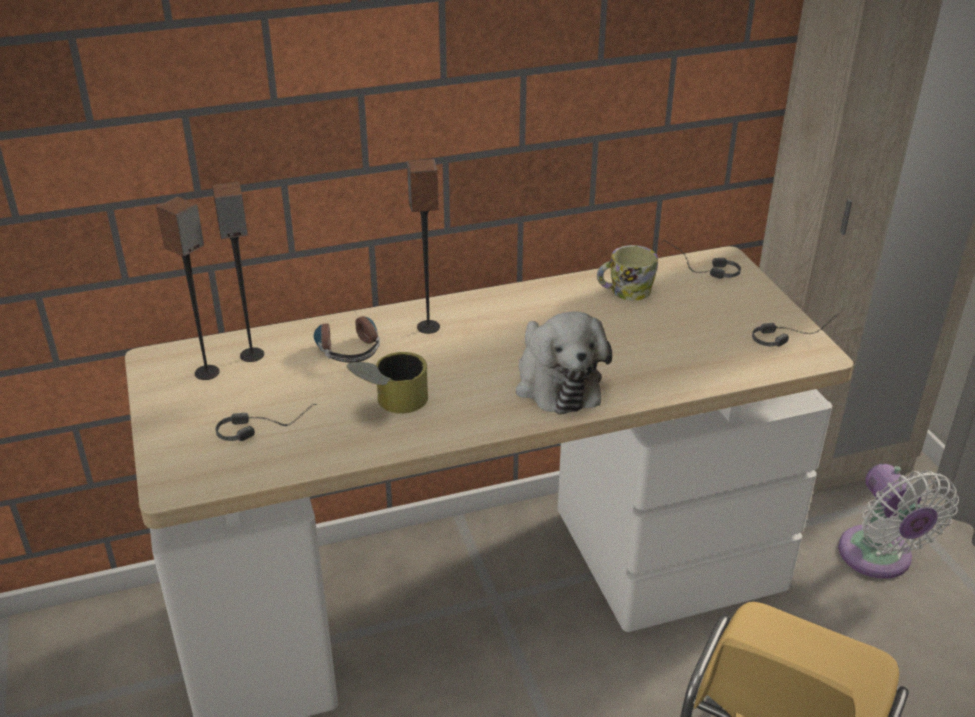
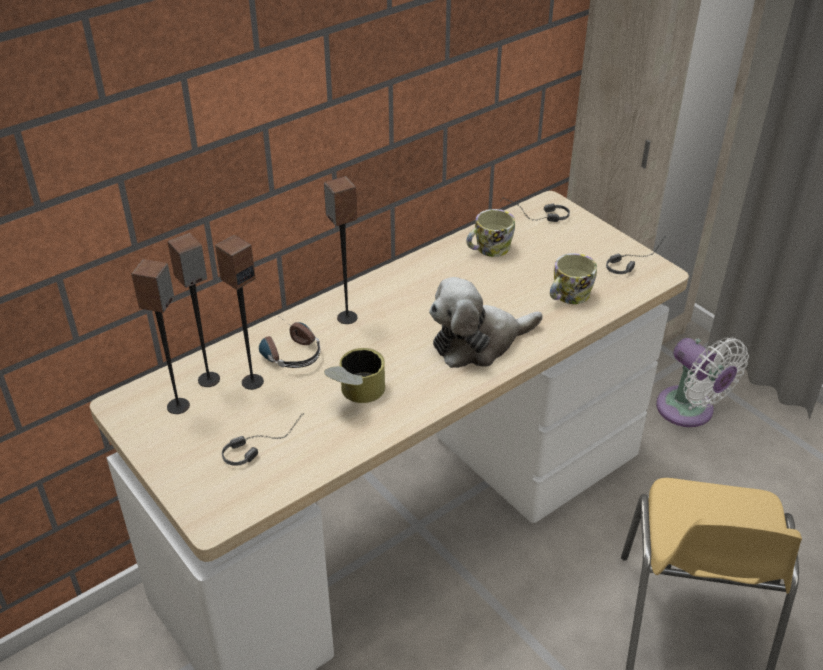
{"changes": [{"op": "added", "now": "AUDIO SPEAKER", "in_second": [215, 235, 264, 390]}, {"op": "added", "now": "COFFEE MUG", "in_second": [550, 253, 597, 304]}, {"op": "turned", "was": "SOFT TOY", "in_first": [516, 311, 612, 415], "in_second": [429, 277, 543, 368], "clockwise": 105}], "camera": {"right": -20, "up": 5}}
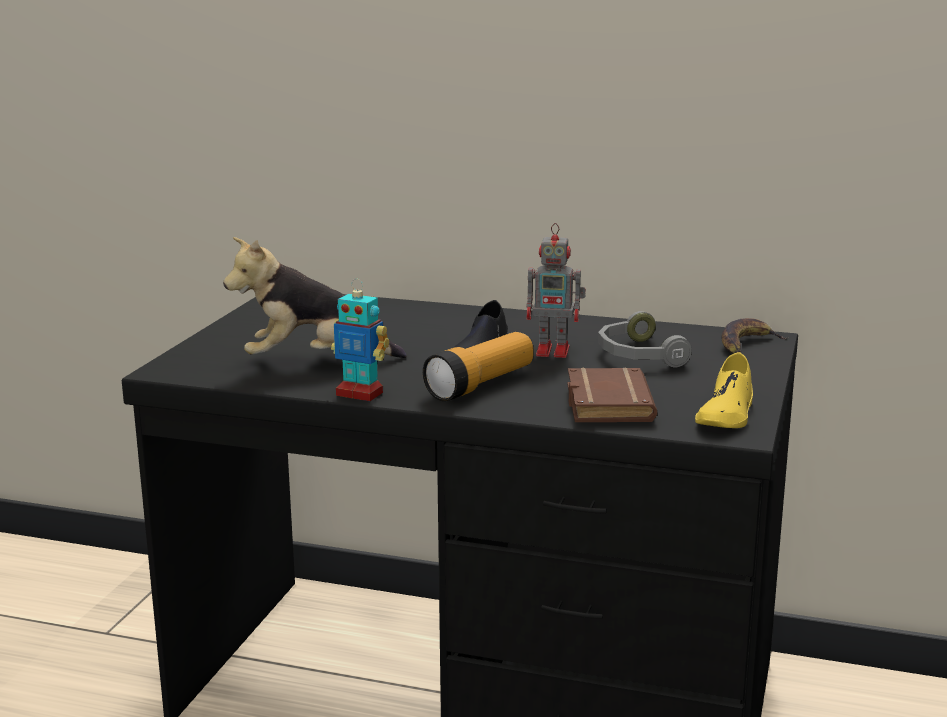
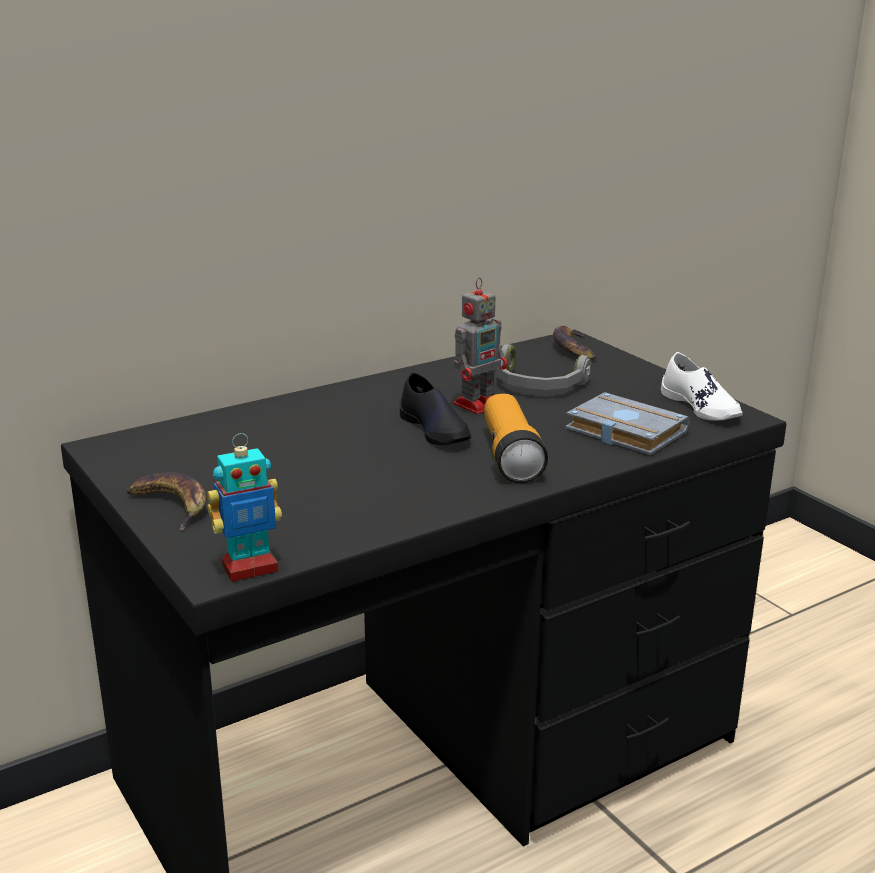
{"changes": [{"op": "removed", "was": "SOFT TOY", "in_first": [223, 237, 407, 358]}, {"op": "added", "now": "BANANA", "in_second": [127, 472, 207, 531]}, {"op": "moved", "was": "MODEL ROBOT", "in_first": [331, 279, 389, 401], "in_second": [207, 433, 282, 582]}, {"op": "recoloured", "was": "BROWNISH BOUND BOOK", "now": "GREY BOUND BOOK", "in_first": [567, 368, 657, 422], "in_second": [565, 392, 690, 455]}, {"op": "recoloured", "was": "YELLOWISH LOW SHOE", "now": "WHITE-COLOURED LOW SHOE", "in_first": [695, 352, 753, 428], "in_second": [661, 352, 743, 420]}], "camera": {"right": -50, "up": 5}}
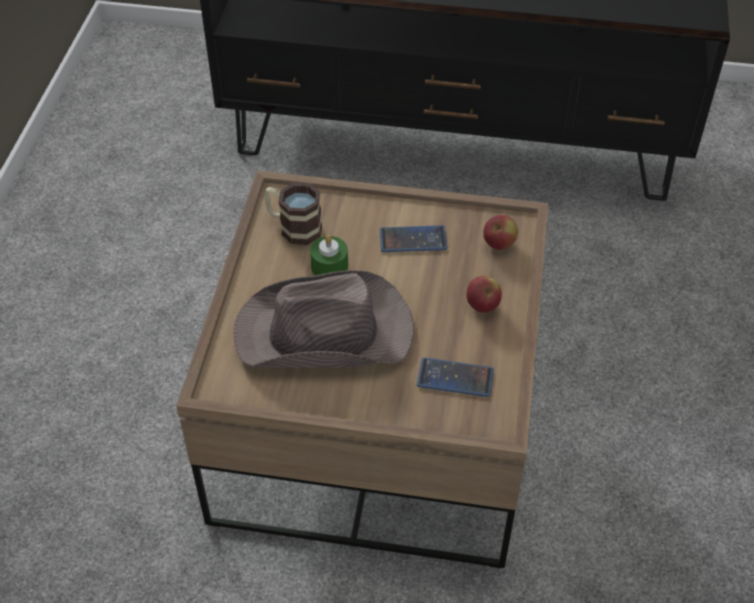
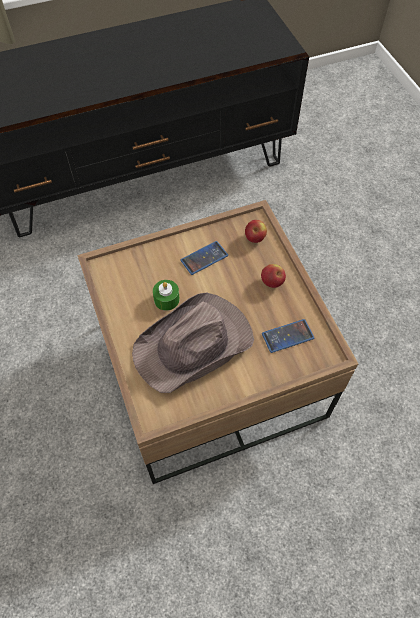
{"changes": [{"op": "removed", "was": "COFFEE MUG", "in_first": [264, 183, 322, 245]}], "camera": {"right": -30, "up": 10}}
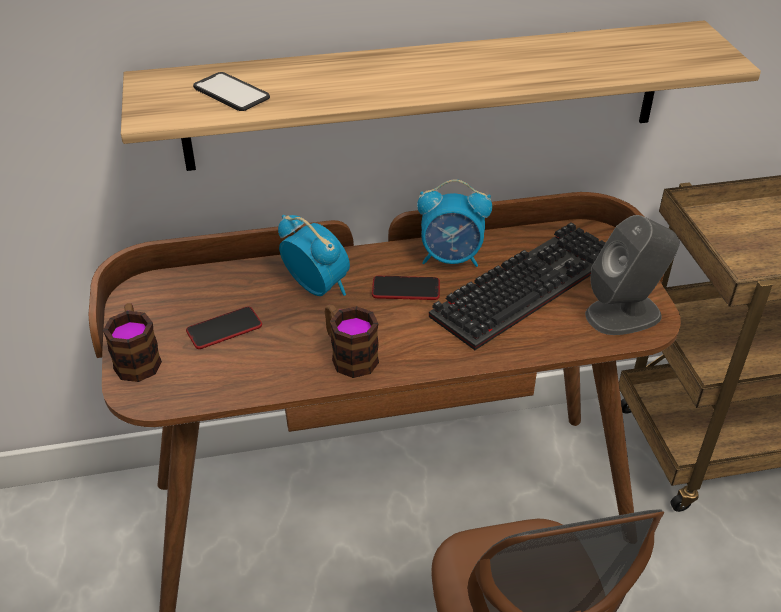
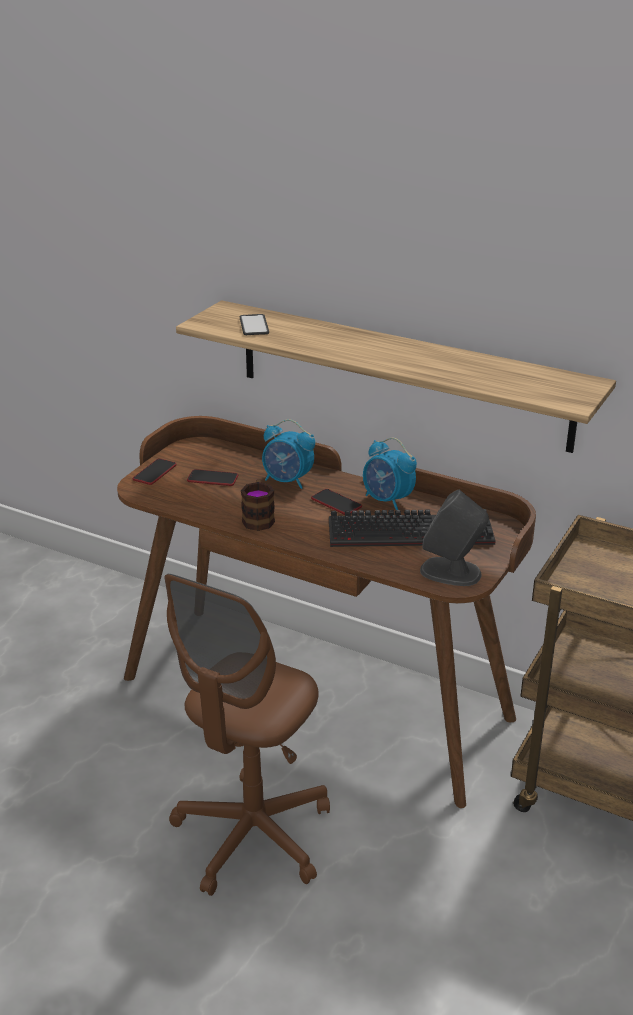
{"changes": [{"op": "replaced", "was": "COFFEE MUG", "now": "PHONE", "in_first": [103, 303, 162, 382], "in_second": [133, 458, 177, 485]}, {"op": "turned", "was": "ALARM CLOCK", "in_first": [278, 215, 350, 296], "in_second": [262, 419, 315, 489], "clockwise": 120}], "camera": {"right": 40, "up": -10}}
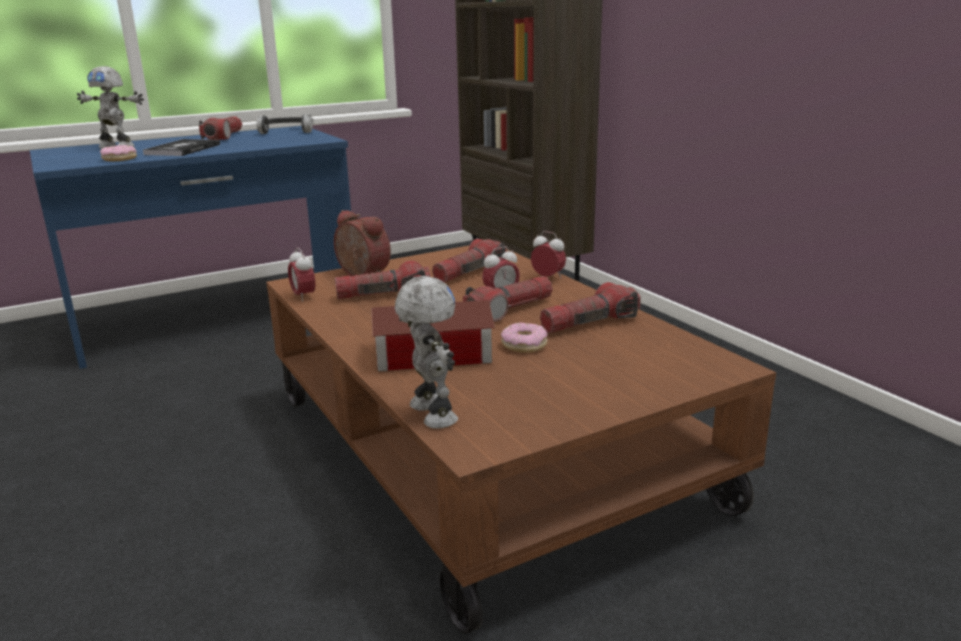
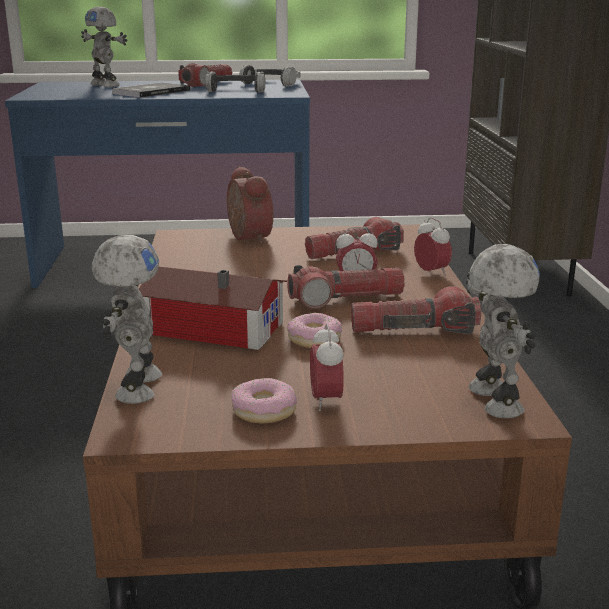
{"changes": [{"op": "removed", "was": "FLASHLIGHT", "in_first": [335, 261, 431, 299]}, {"op": "added", "now": "PAIR OF HEADPHONES", "in_second": [205, 72, 265, 92]}, {"op": "added", "now": "MODEL ROBOT", "in_second": [466, 244, 540, 418]}, {"op": "moved", "was": "RING DOUGHNUT", "in_first": [100, 145, 137, 161], "in_second": [231, 378, 297, 423]}, {"op": "moved", "was": "ALARM CLOCK", "in_first": [288, 247, 315, 302], "in_second": [310, 323, 344, 411]}], "camera": {"right": 25, "up": 0}}
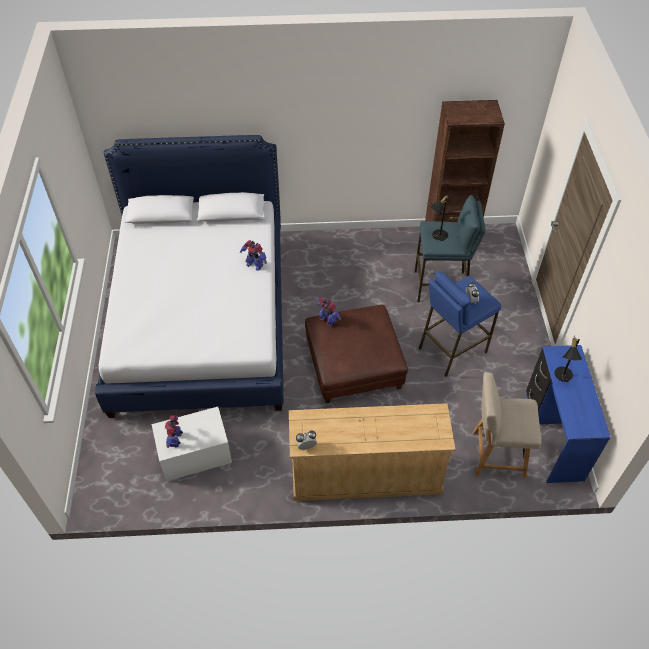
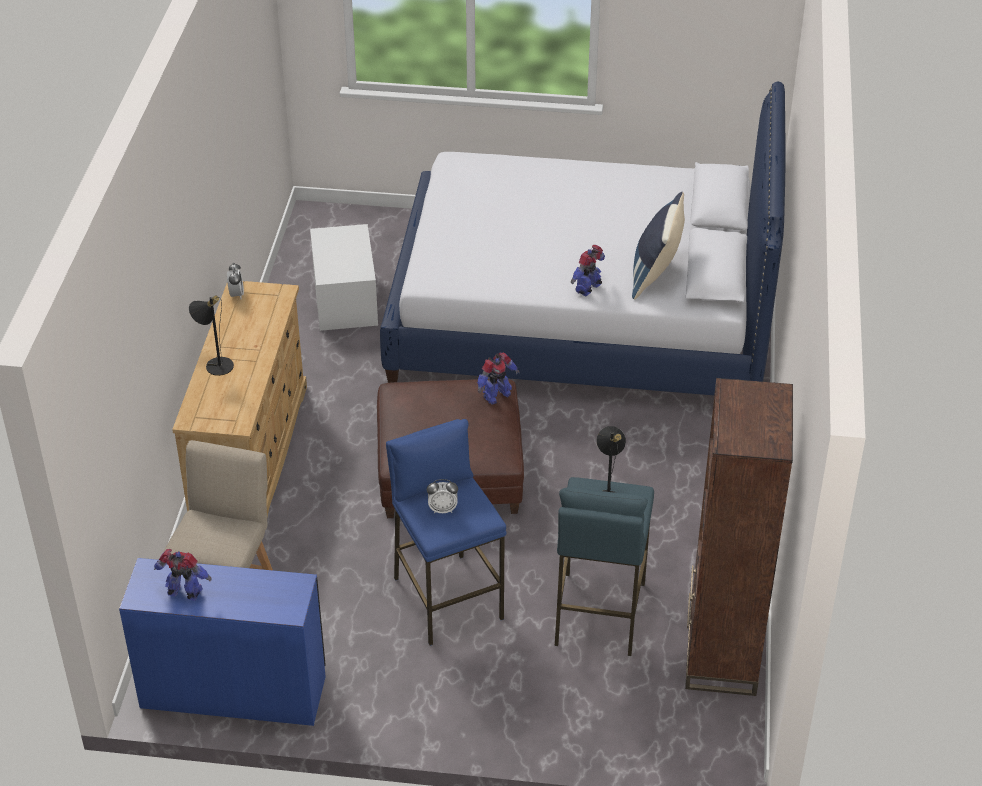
{"changes": [{"op": "added", "now": "BLUE CUSHION", "in_second": [632, 192, 685, 299]}, {"op": "moved", "was": "MODEL ROBOT", "in_first": [165, 415, 183, 448], "in_second": [154, 549, 212, 601]}, {"op": "moved", "was": "BLACKISH LAMP FOR A TABLE", "in_first": [554, 337, 582, 382], "in_second": [189, 296, 234, 376]}], "camera": {"right": 100, "up": -10}}
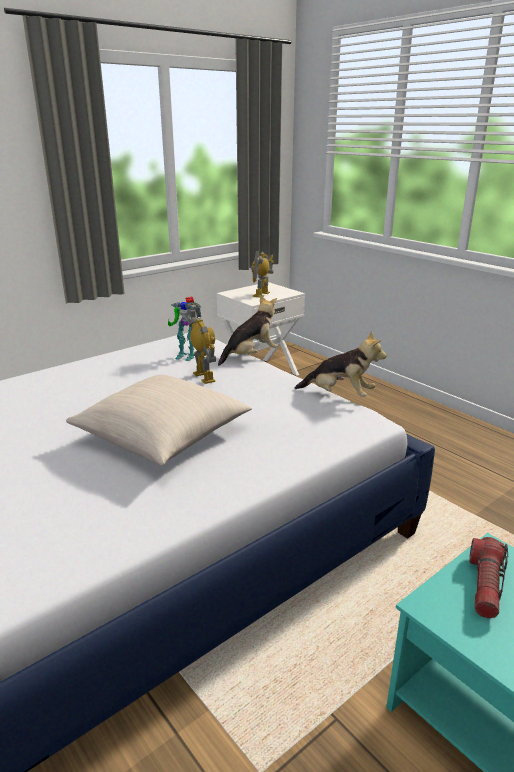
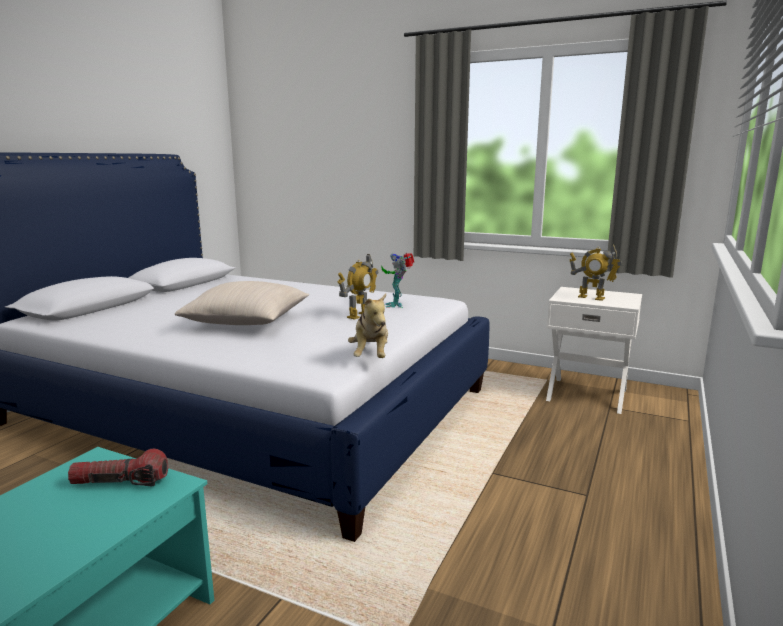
{"changes": [{"op": "removed", "was": "SOFT TOY", "in_first": [218, 295, 278, 366]}, {"op": "turned", "was": "MODEL ROBOT", "in_first": [251, 251, 274, 298], "in_second": [570, 244, 622, 301], "clockwise": -150}], "camera": {"right": 65, "up": -10}}
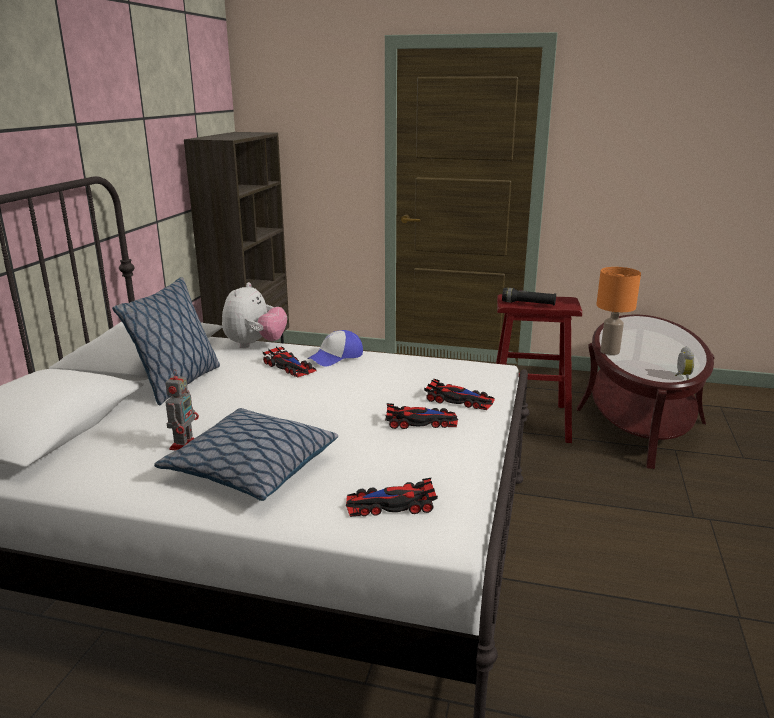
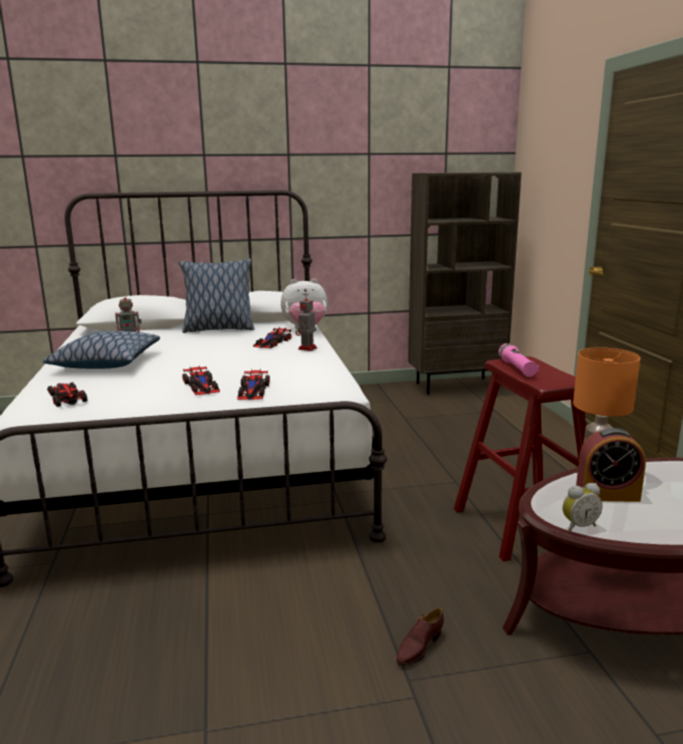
{"changes": [{"op": "added", "now": "BROWNISH LOW SHOE", "in_second": [396, 608, 444, 666]}, {"op": "added", "now": "ALARM CLOCK", "in_second": [576, 428, 646, 502]}, {"op": "replaced", "was": "CAP", "now": "MODEL ROBOT", "in_first": [307, 330, 363, 366], "in_second": [296, 294, 317, 351]}, {"op": "recoloured", "was": "BLACKISH FLASHLIGHT", "now": "PINK-COLOURED FLASHLIGHT", "in_first": [502, 288, 556, 305], "in_second": [498, 343, 539, 377]}], "camera": {"right": 65, "up": -5}}
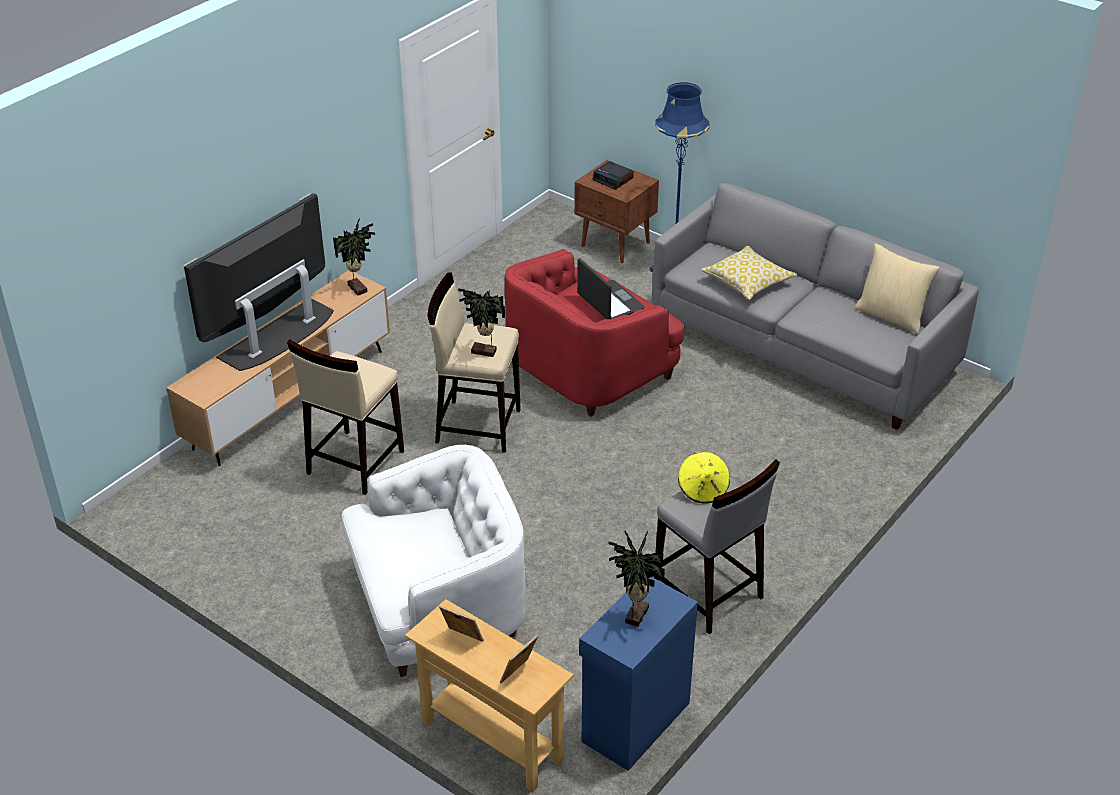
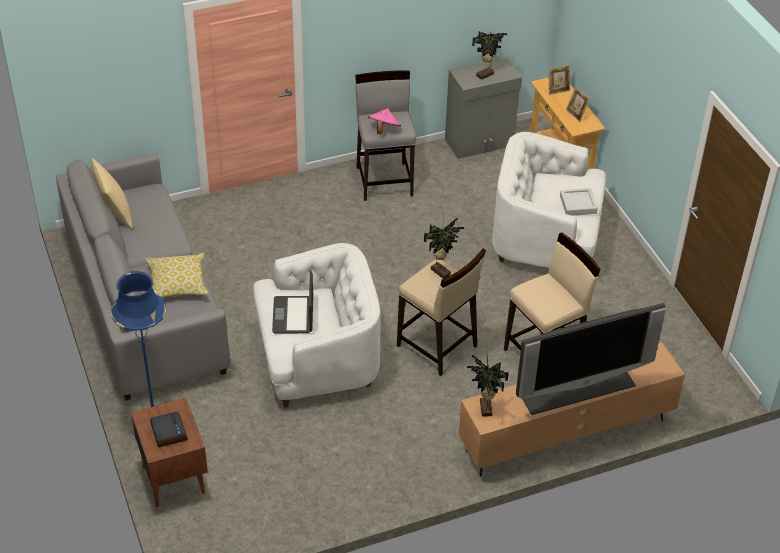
{"changes": [{"op": "added", "now": "GREY CARRYING TRAY", "in_second": [560, 188, 598, 216]}, {"op": "recoloured", "was": "RED EASY CHAIR", "now": "WHITE-COLOURED EASY CHAIR", "in_first": [505, 249, 685, 417], "in_second": [254, 243, 381, 408]}, {"op": "recoloured", "was": "BLUE STORAGE CABINET", "now": "GREY STORAGE CABINET", "in_first": [579, 577, 698, 771], "in_second": [445, 57, 522, 159]}, {"op": "recoloured", "was": "YELLOWISH WEARABLE HAT", "now": "PINK-COLOURED WEARABLE HAT", "in_first": [678, 451, 730, 504], "in_second": [368, 108, 401, 135]}], "camera": {"right": -150, "up": 5}}
